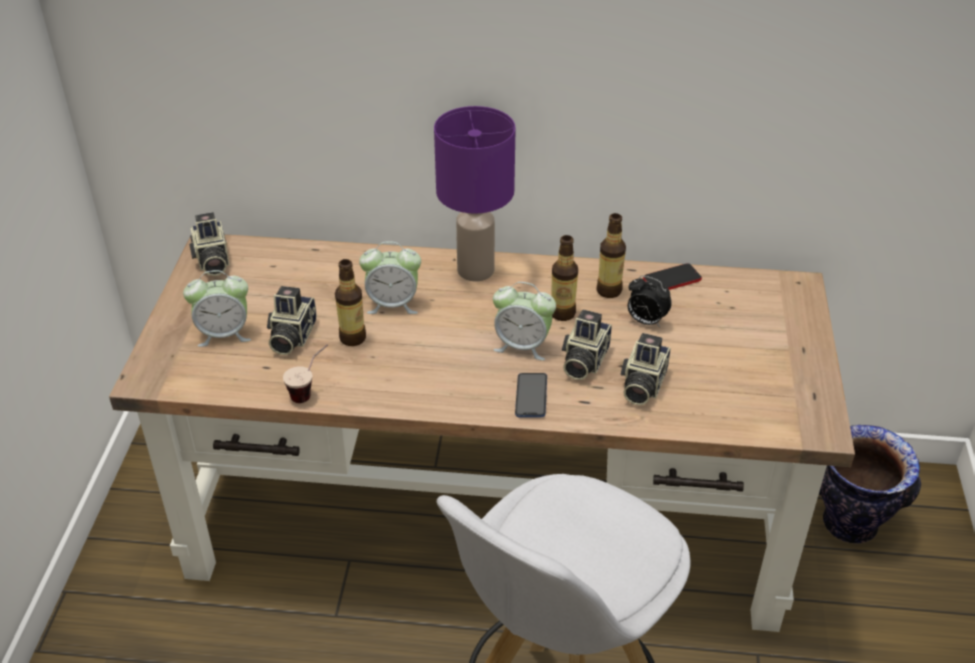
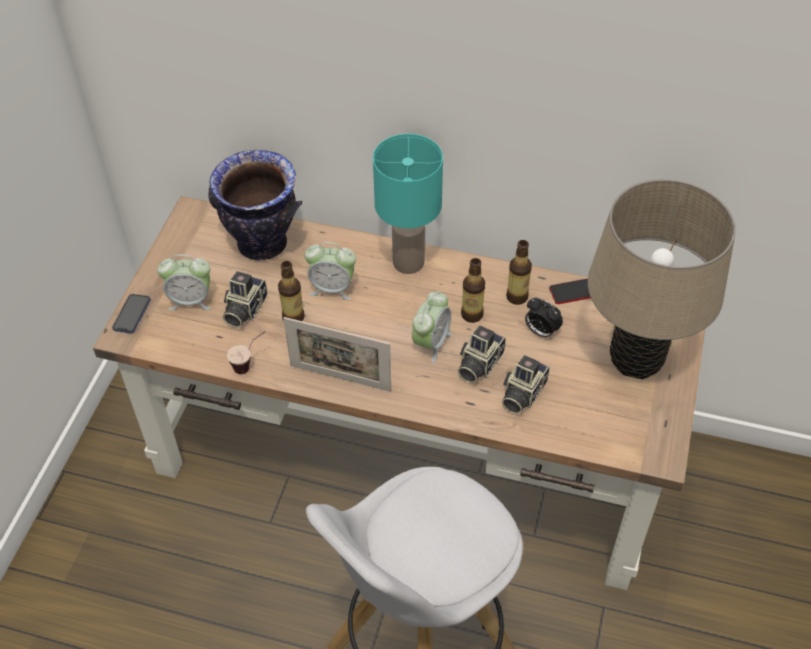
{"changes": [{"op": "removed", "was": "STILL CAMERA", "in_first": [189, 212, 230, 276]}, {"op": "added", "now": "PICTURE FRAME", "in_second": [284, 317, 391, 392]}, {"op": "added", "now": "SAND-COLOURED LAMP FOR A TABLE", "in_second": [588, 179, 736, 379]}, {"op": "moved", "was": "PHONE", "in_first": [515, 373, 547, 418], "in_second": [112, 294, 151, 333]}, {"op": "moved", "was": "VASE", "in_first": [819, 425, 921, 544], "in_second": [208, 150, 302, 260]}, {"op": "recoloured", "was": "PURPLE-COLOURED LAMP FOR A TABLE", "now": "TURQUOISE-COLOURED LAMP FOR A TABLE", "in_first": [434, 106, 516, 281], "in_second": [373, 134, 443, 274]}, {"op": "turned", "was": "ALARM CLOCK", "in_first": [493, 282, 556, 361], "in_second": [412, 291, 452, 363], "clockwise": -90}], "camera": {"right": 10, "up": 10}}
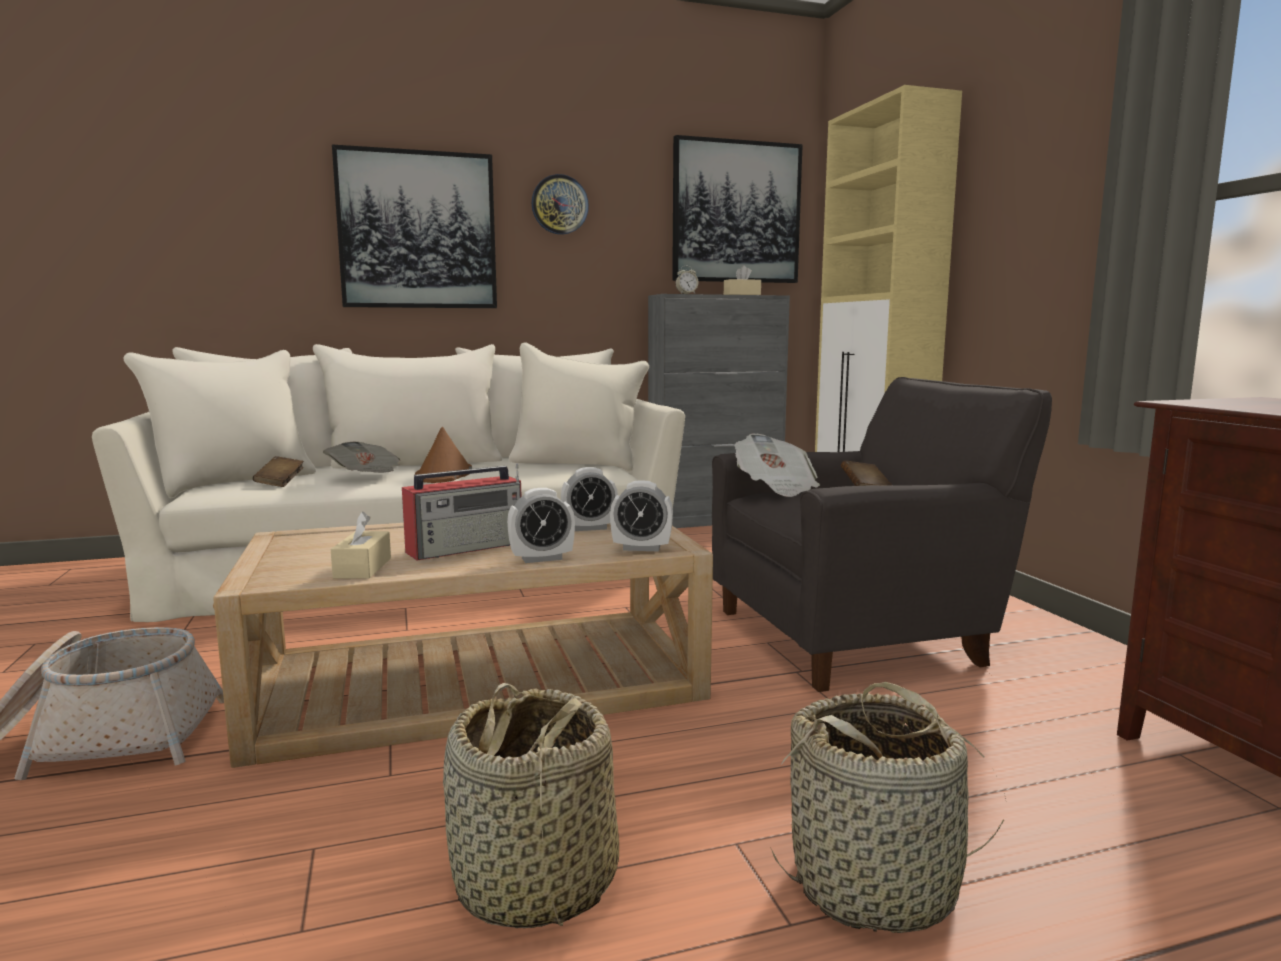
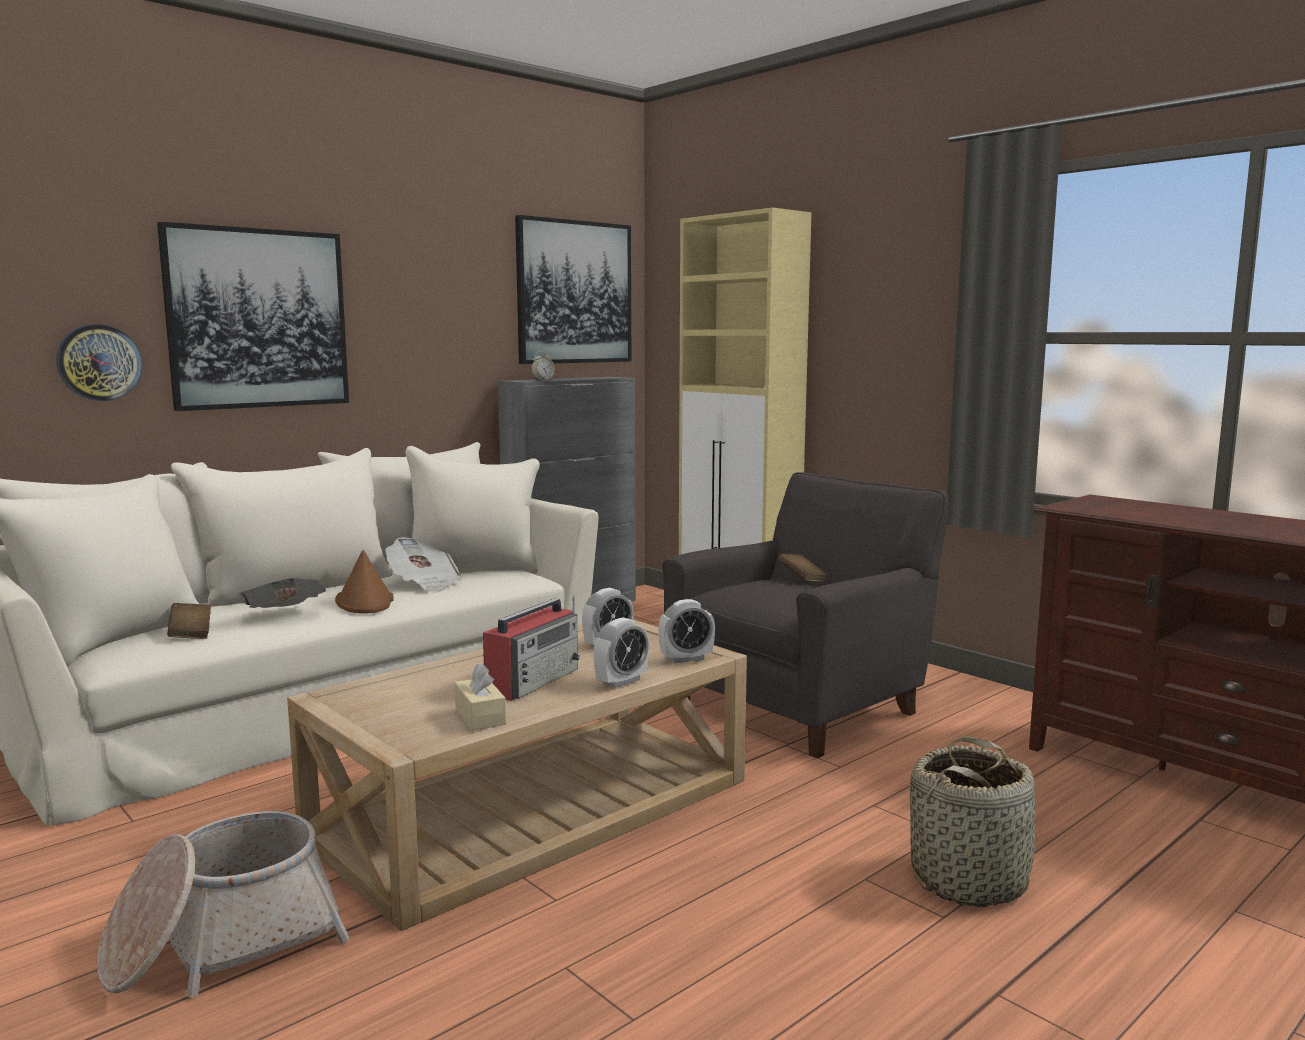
{"changes": [{"op": "removed", "was": "STORAGE BASKET", "in_first": [443, 683, 619, 928]}, {"op": "removed", "was": "SAND-COLOURED TISSUE HOLDER", "in_first": [724, 265, 761, 295]}, {"op": "moved", "was": "HANGING CLOCK", "in_first": [532, 174, 589, 235], "in_second": [56, 324, 142, 401]}, {"op": "moved", "was": "DAILY PAPER", "in_first": [734, 434, 820, 497], "in_second": [385, 537, 462, 593]}], "camera": {"right": -25, "up": 0}}
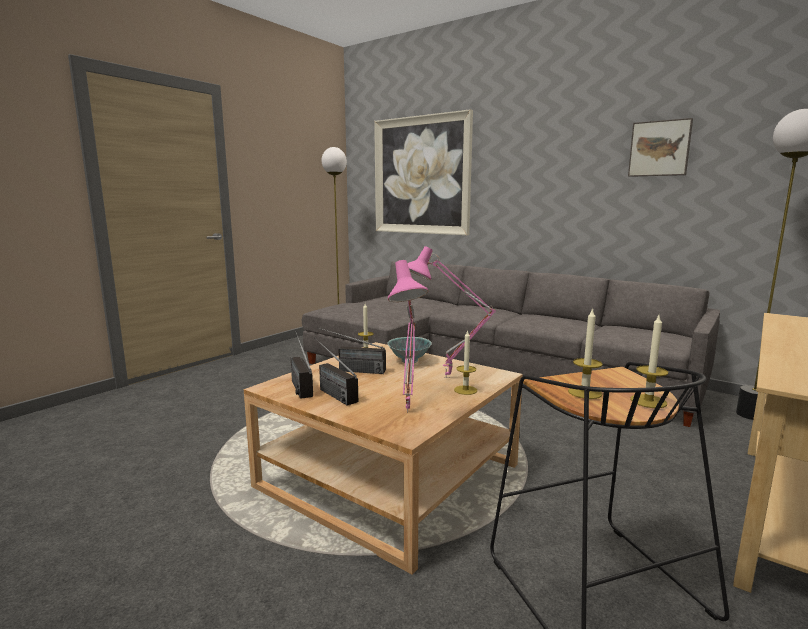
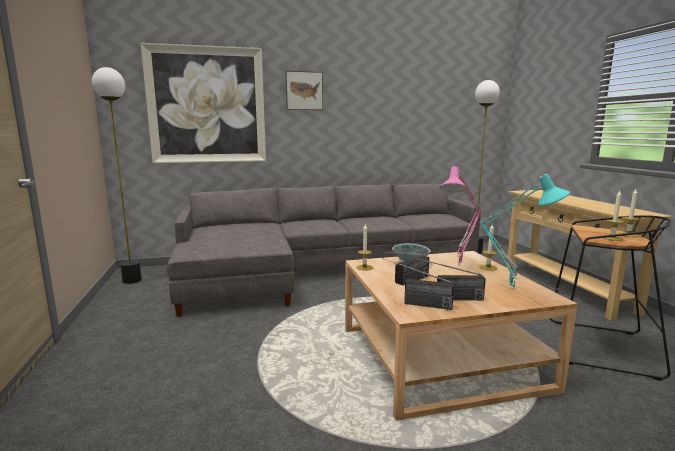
{"changes": [{"op": "moved", "was": "WALL PICTURE", "in_first": [628, 118, 693, 177], "in_second": [285, 71, 323, 110]}, {"op": "recoloured", "was": "PINK-COLOURED LAMP FOR A TABLE", "now": "TURQUOISE-COLOURED LAMP FOR A TABLE", "in_first": [388, 260, 428, 413], "in_second": [479, 174, 570, 289]}], "camera": {"right": -50, "up": 0}}
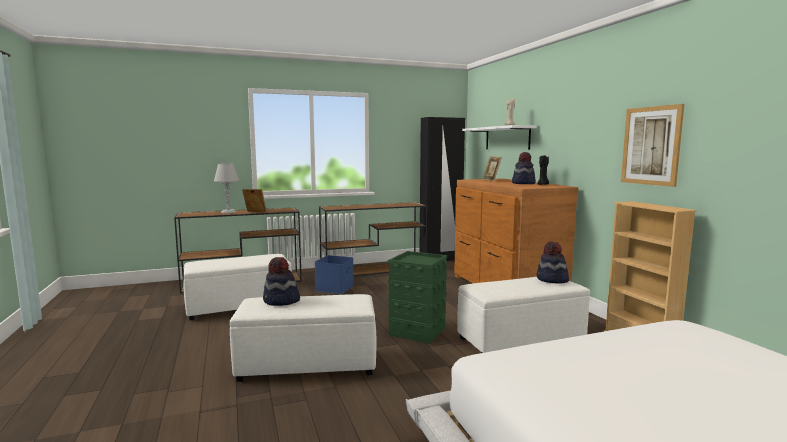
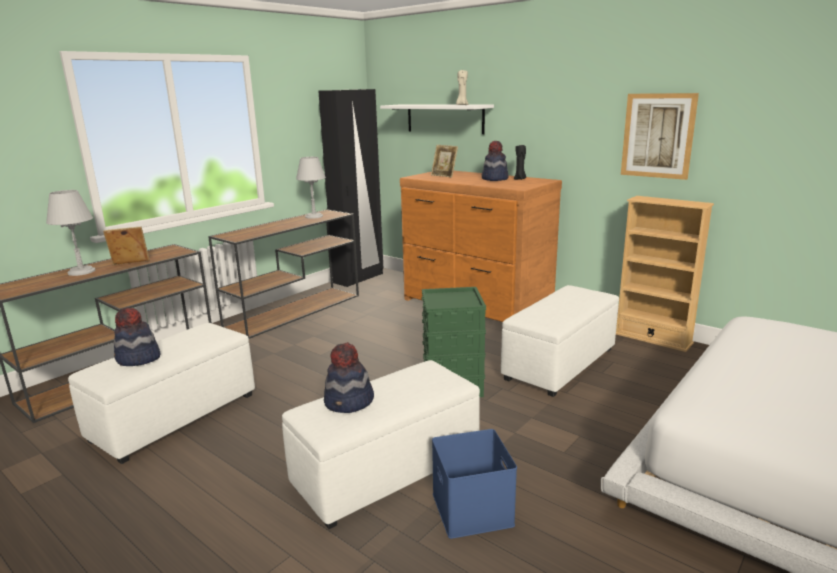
{"changes": [{"op": "added", "now": "GREY LAMP FOR A TABLE", "in_second": [296, 157, 326, 219]}, {"op": "moved", "was": "BLUE STORAGE BIN", "in_first": [315, 255, 354, 294], "in_second": [432, 429, 517, 539]}, {"op": "moved", "was": "WEARABLE HAT", "in_first": [537, 242, 569, 284], "in_second": [114, 308, 160, 366]}], "camera": {"right": -30, "up": 10}}
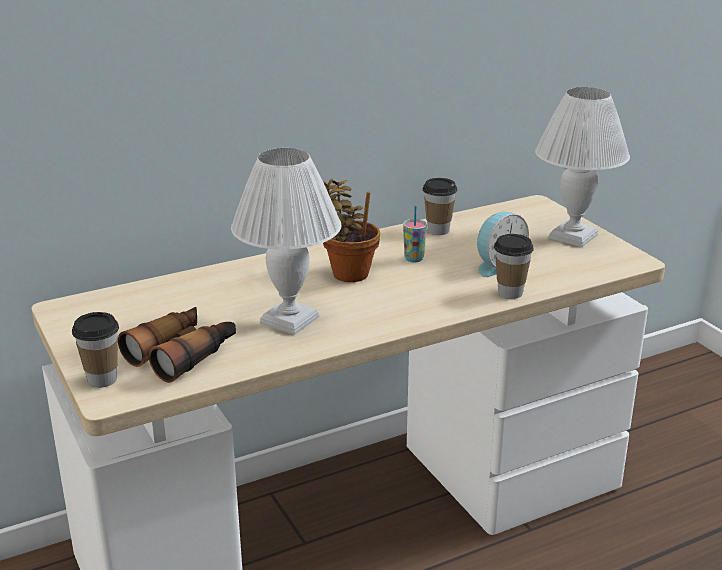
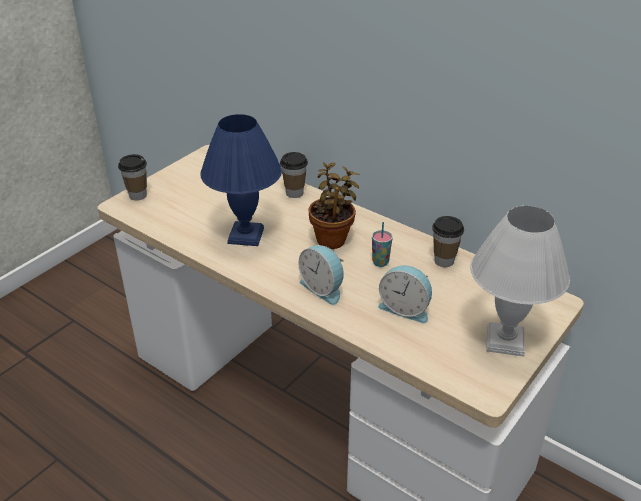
{"changes": [{"op": "removed", "was": "BINOCULARS", "in_first": [118, 307, 236, 383]}, {"op": "added", "now": "ALARM CLOCK", "in_second": [298, 245, 344, 305]}, {"op": "moved", "was": "DRINKING CUP", "in_first": [494, 234, 534, 299], "in_second": [280, 152, 308, 198]}, {"op": "recoloured", "was": "WHITE-COLOURED LAMP FOR A TABLE", "now": "BLUE LAMP FOR A TABLE", "in_first": [231, 148, 341, 335], "in_second": [200, 114, 282, 246]}], "camera": {"right": 65, "up": 10}}
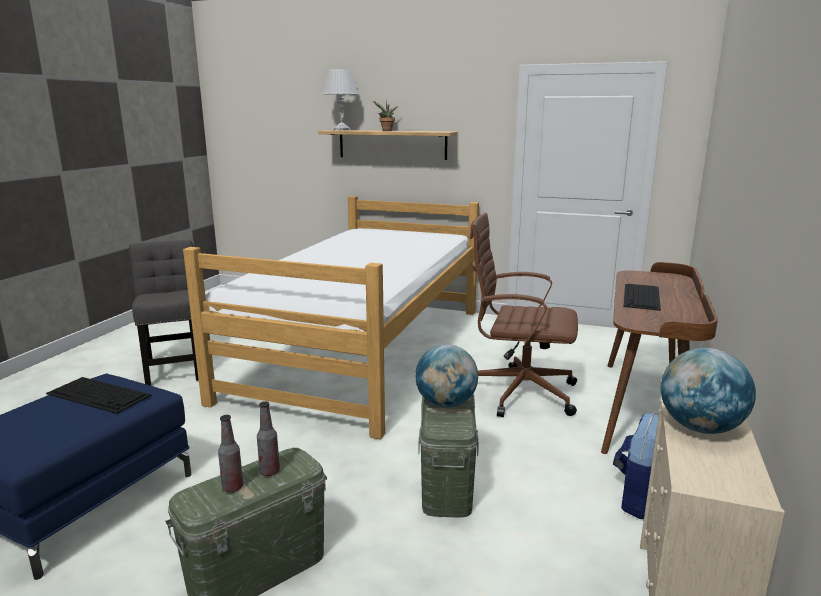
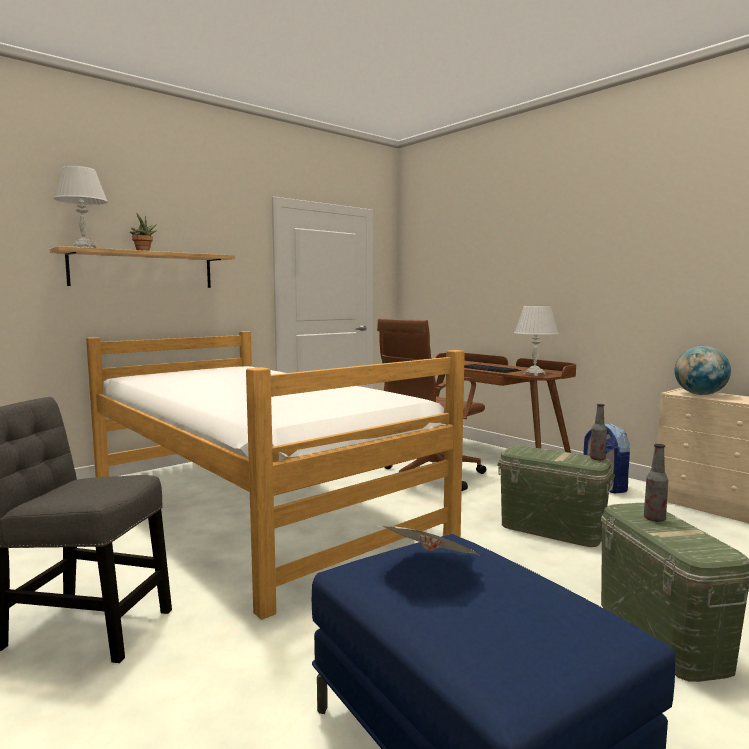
{"changes": [{"op": "removed", "was": "DESK GLOBE", "in_first": [415, 344, 478, 408]}, {"op": "added", "now": "WHITE-COLOURED LAMP FOR A TABLE", "in_second": [514, 306, 559, 376]}, {"op": "moved", "was": "BOTTLE", "in_first": [218, 415, 243, 492], "in_second": [590, 404, 607, 460]}, {"op": "replaced", "was": "COMPUTER KEYBOARD", "now": "DAILY PAPER", "in_first": [46, 377, 151, 414], "in_second": [376, 525, 480, 555]}], "camera": {"right": -60, "up": -10}}
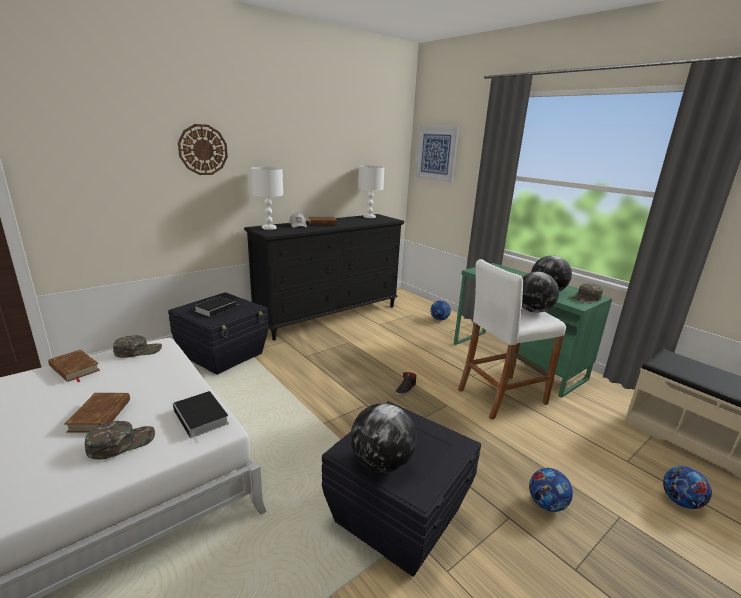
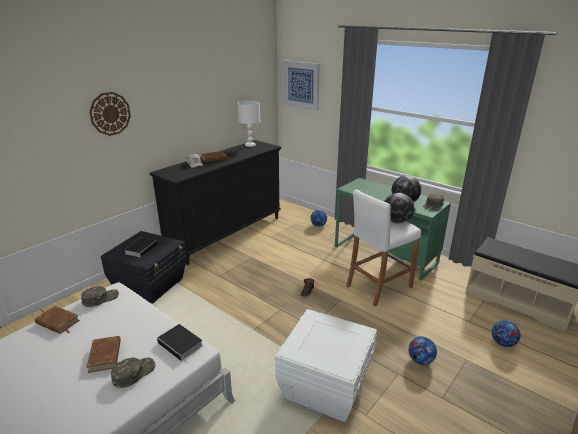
{"changes": [{"op": "removed", "was": "WHITE-COLOURED LAMP FOR A TABLE", "in_first": [251, 167, 283, 230]}, {"op": "removed", "was": "DESK GLOBE", "in_first": [350, 403, 416, 473]}, {"op": "recoloured", "was": "BLACKISH STORAGE BIN", "now": "WHITE-COLOURED STORAGE BIN", "in_first": [322, 401, 481, 577], "in_second": [275, 309, 377, 422]}], "camera": {"right": -10, "up": 5}}
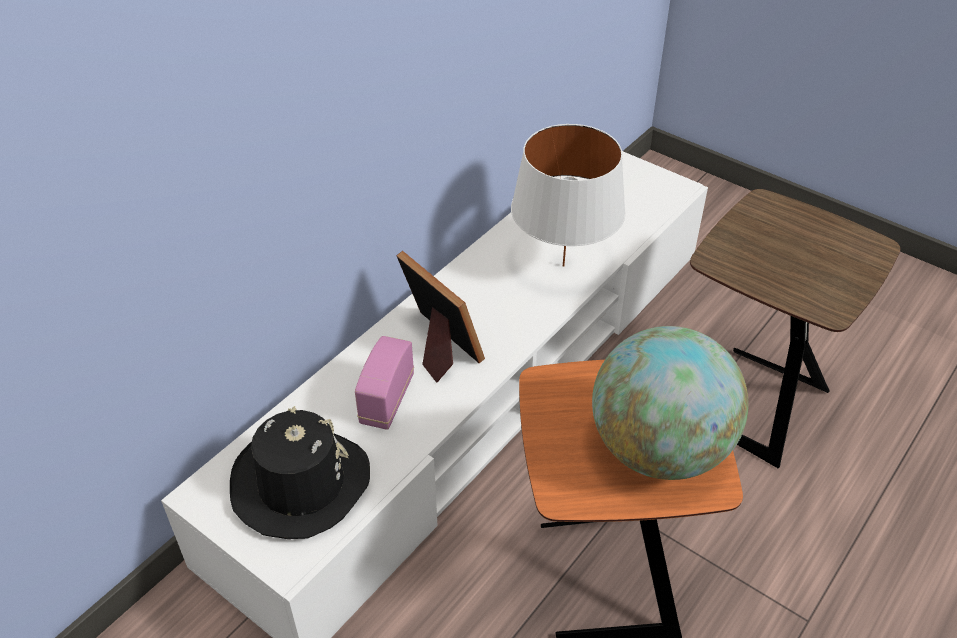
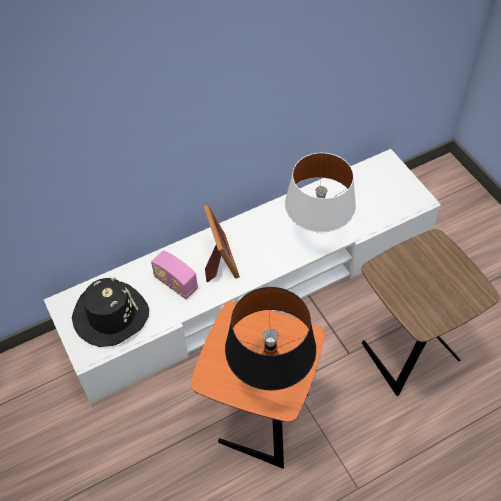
{"changes": [{"op": "replaced", "was": "DESK GLOBE", "now": "BLACKISH LAMP FOR A TABLE", "in_first": [592, 326, 748, 480], "in_second": [225, 287, 316, 390]}, {"op": "turned", "was": "RADIO RECEIVER", "in_first": [355, 336, 414, 430], "in_second": [151, 250, 198, 299], "clockwise": -90}], "camera": {"right": 25, "up": 10}}
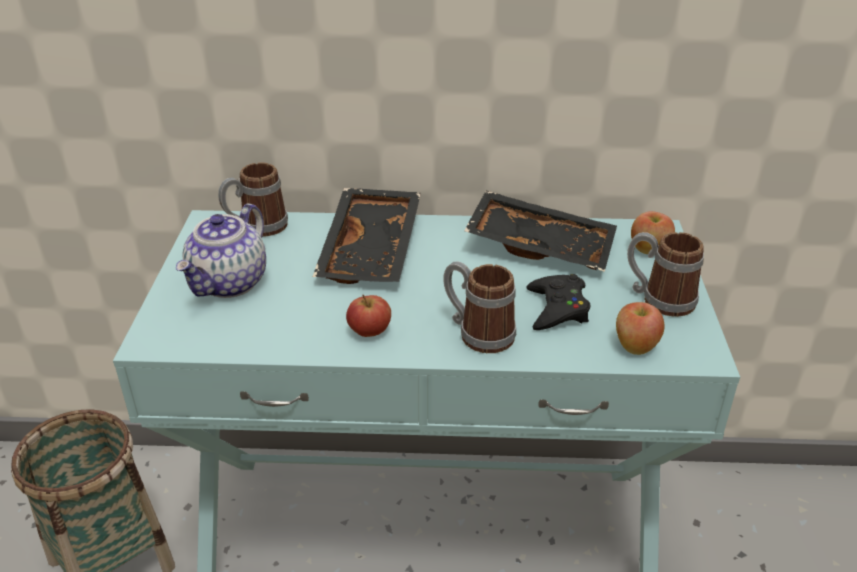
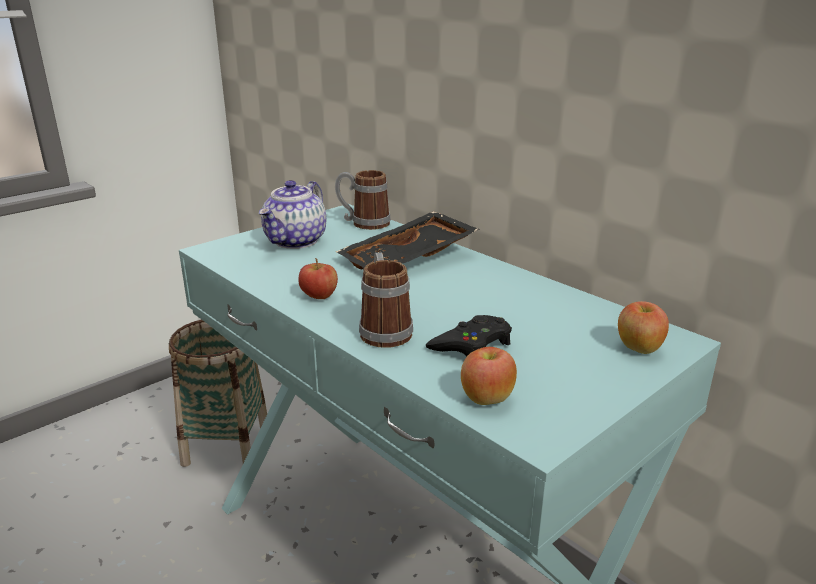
{"changes": [{"op": "removed", "was": "BLACKISH CARRYING TRAY", "in_first": [464, 191, 617, 272]}, {"op": "removed", "was": "COFFEE MUG", "in_first": [627, 232, 704, 317]}, {"op": "turned", "was": "POT FOR TEA", "in_first": [176, 203, 266, 298], "in_second": [259, 180, 326, 249], "clockwise": -45}], "camera": {"right": 45, "up": -10}}
